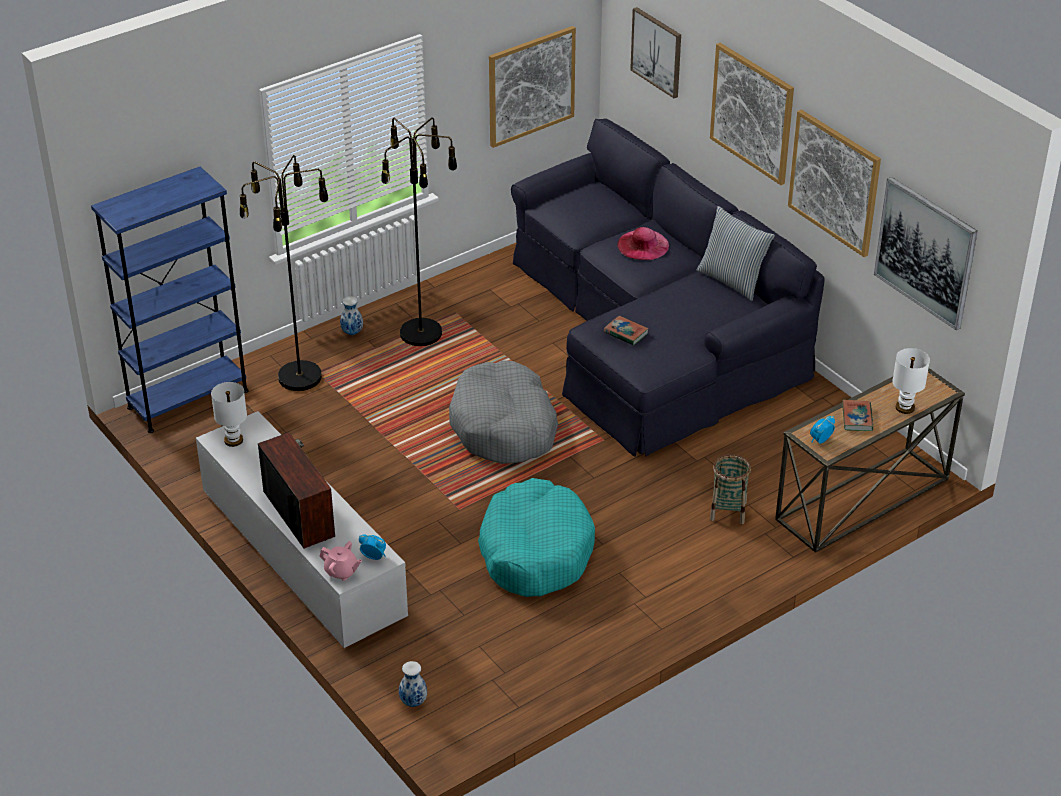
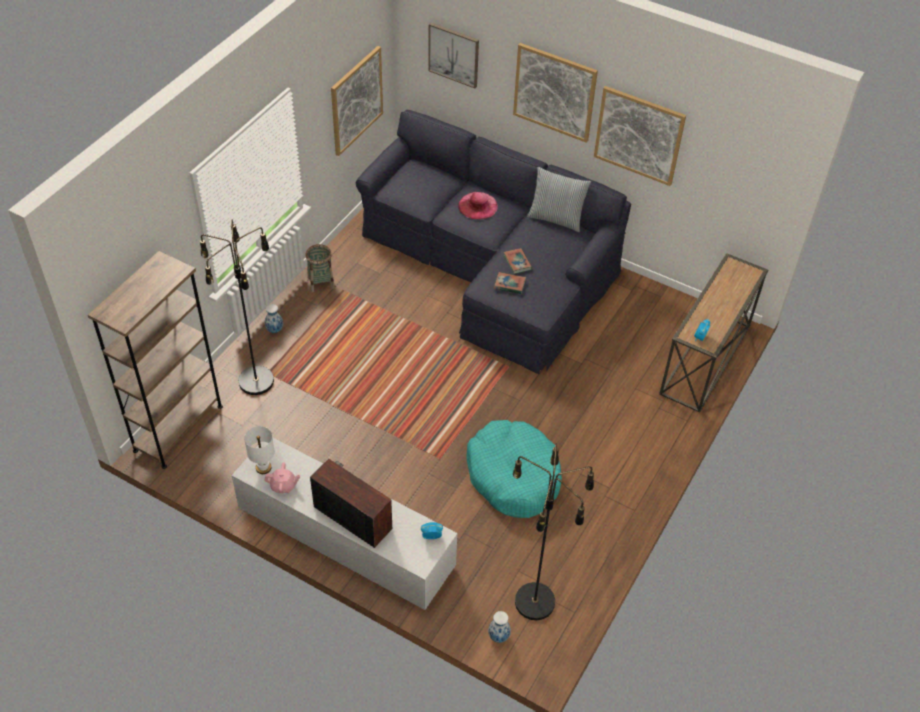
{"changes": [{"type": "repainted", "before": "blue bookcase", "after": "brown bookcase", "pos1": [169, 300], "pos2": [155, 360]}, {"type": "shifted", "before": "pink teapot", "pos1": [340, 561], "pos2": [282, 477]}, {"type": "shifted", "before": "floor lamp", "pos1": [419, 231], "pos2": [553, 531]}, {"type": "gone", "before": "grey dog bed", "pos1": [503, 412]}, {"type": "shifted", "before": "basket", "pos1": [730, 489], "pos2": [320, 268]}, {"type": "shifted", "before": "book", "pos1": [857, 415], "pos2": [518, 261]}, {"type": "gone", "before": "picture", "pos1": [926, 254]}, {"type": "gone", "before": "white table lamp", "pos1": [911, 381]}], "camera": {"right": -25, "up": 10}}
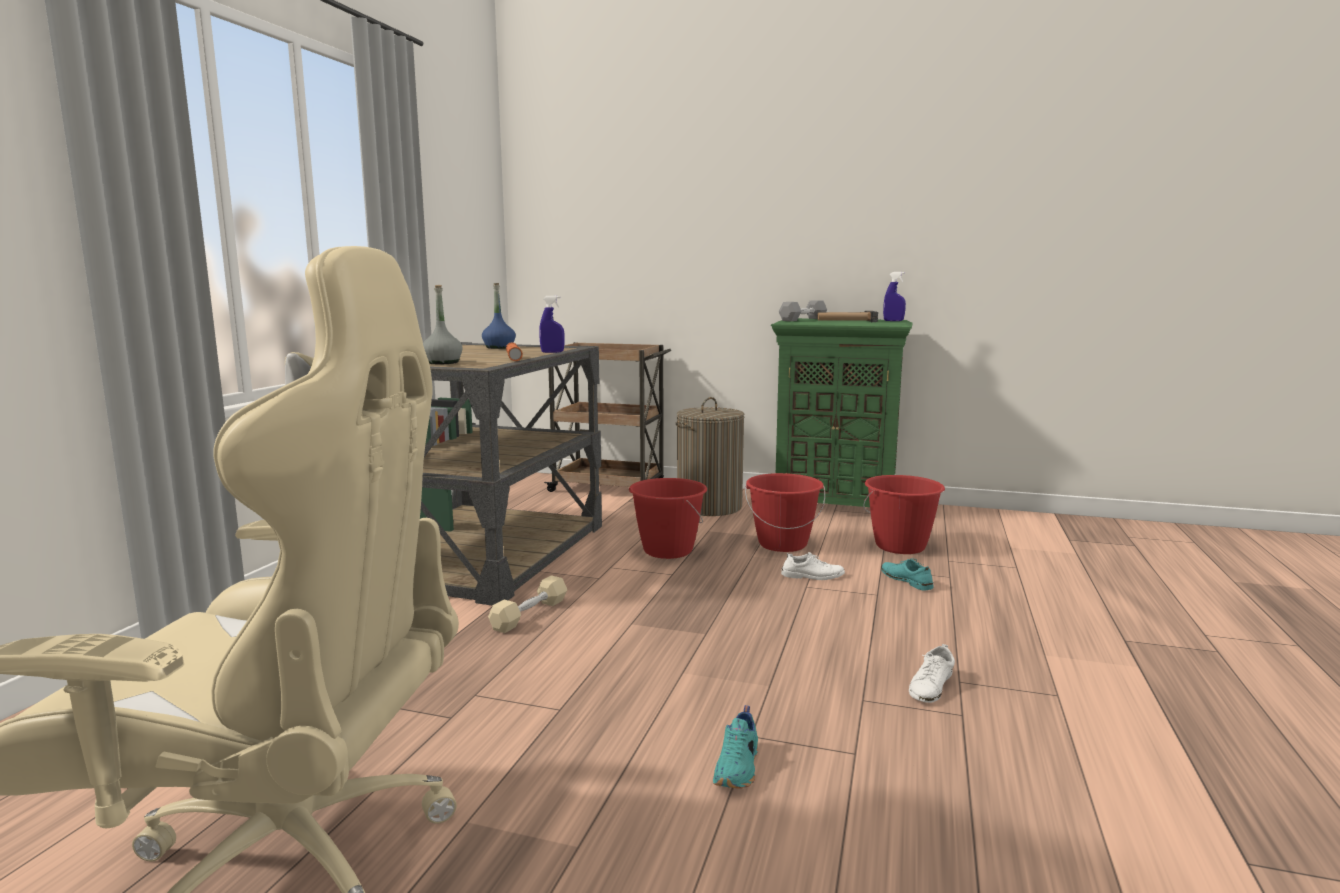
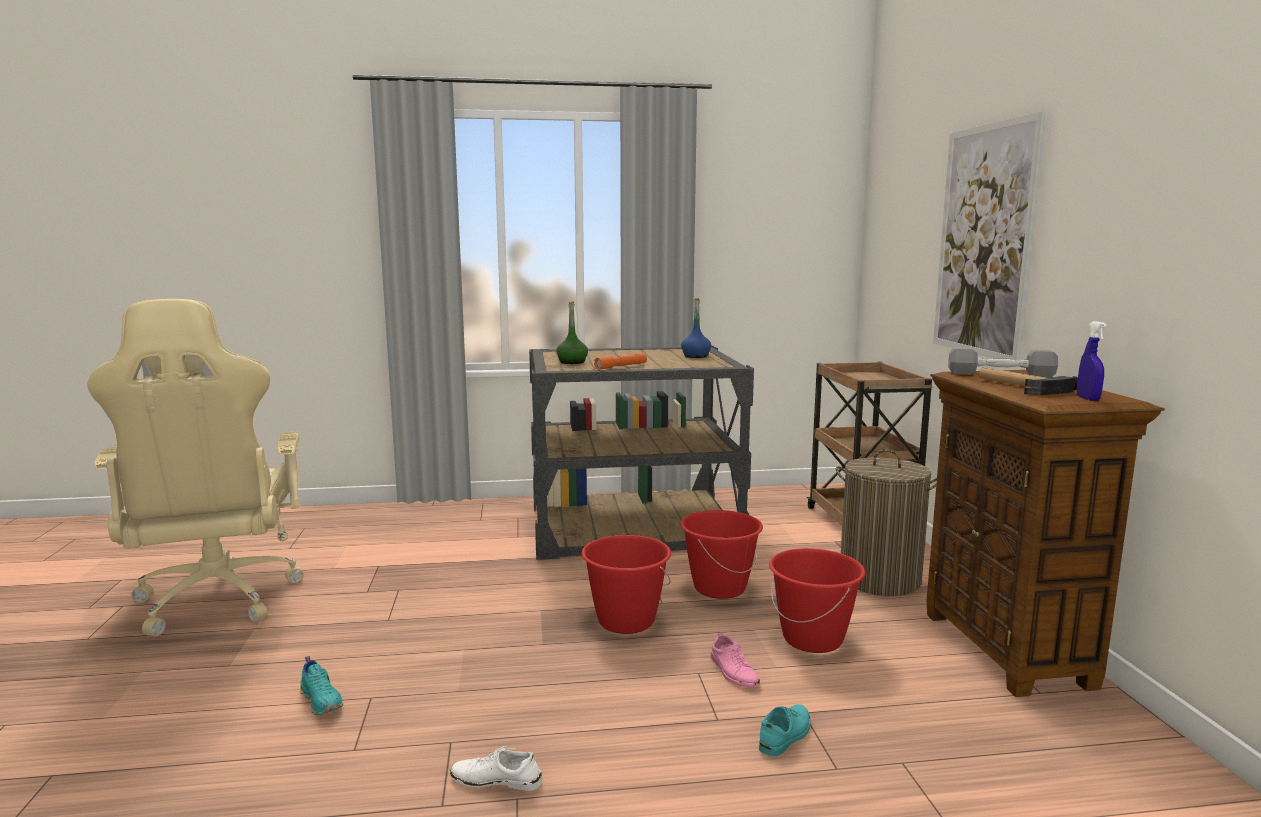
{"changes": [{"type": "repainted", "before": "grey bottle", "after": "green bottle", "pos1": [443, 324], "pos2": [572, 332]}, {"type": "gone", "before": "beige dumbbell", "pos1": [527, 604]}, {"type": "gone", "before": "blue spray bottle", "pos1": [552, 324]}, {"type": "rotated", "before": "turquoise shoe", "pos1": [735, 747], "pos2": [321, 685], "turn": -120}, {"type": "repainted", "before": "green cabinet", "after": "brown cabinet", "pos1": [842, 412], "pos2": [1046, 533]}, {"type": "repainted", "before": "white shoe", "after": "pink shoe", "pos1": [813, 566], "pos2": [735, 660]}, {"type": "shifted", "before": "red bucket", "pos1": [904, 514], "pos2": [626, 584]}, {"type": "new", "after": "picture", "pos2": [989, 236]}], "camera": {"right": 65, "up": 0}}
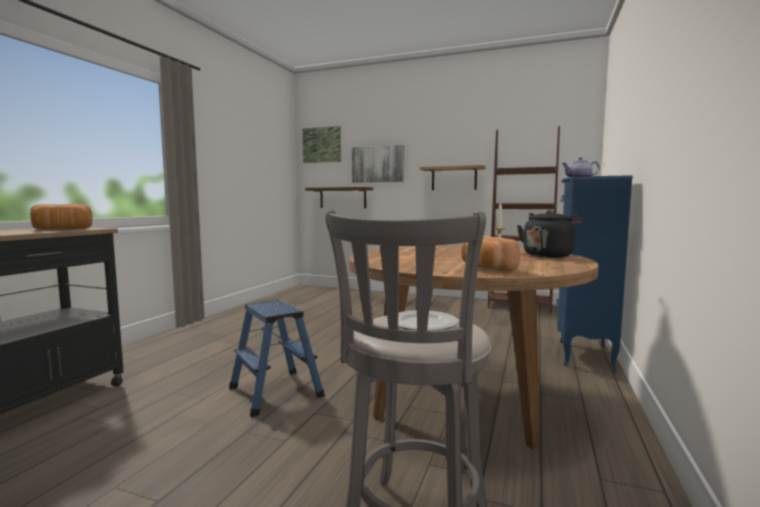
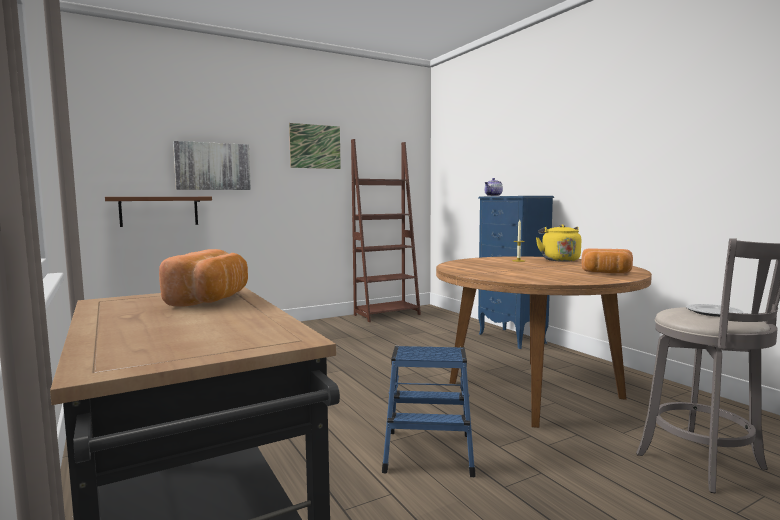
{"changes": [{"type": "shifted", "before": "picture", "pos1": [321, 144], "pos2": [315, 146]}, {"type": "gone", "before": "shelf", "pos1": [453, 177]}, {"type": "repainted", "before": "black kettle", "after": "yellow kettle", "pos1": [549, 234], "pos2": [558, 243]}], "camera": {"right": -50, "up": 0}}
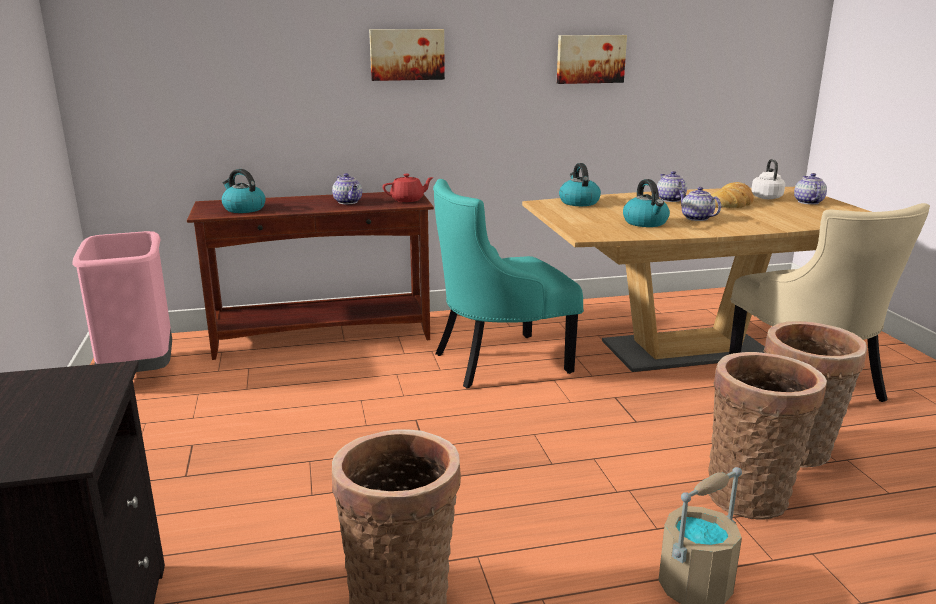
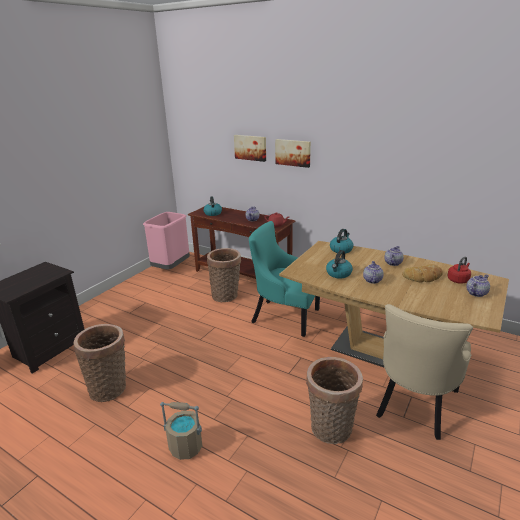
{"changes": [{"type": "shifted", "before": "picture", "pos1": [592, 59], "pos2": [250, 148]}, {"type": "shifted", "before": "basket", "pos1": [767, 436], "pos2": [224, 275]}, {"type": "repainted", "before": "white kettle", "after": "red kettle", "pos1": [768, 179], "pos2": [459, 270]}], "camera": {"right": 45, "up": 5}}
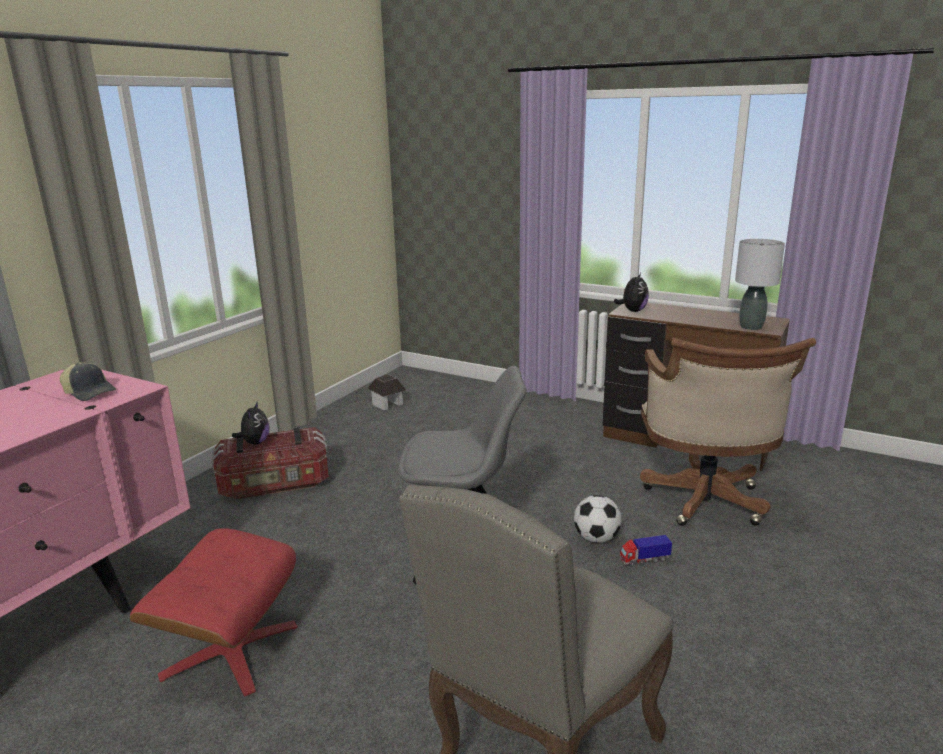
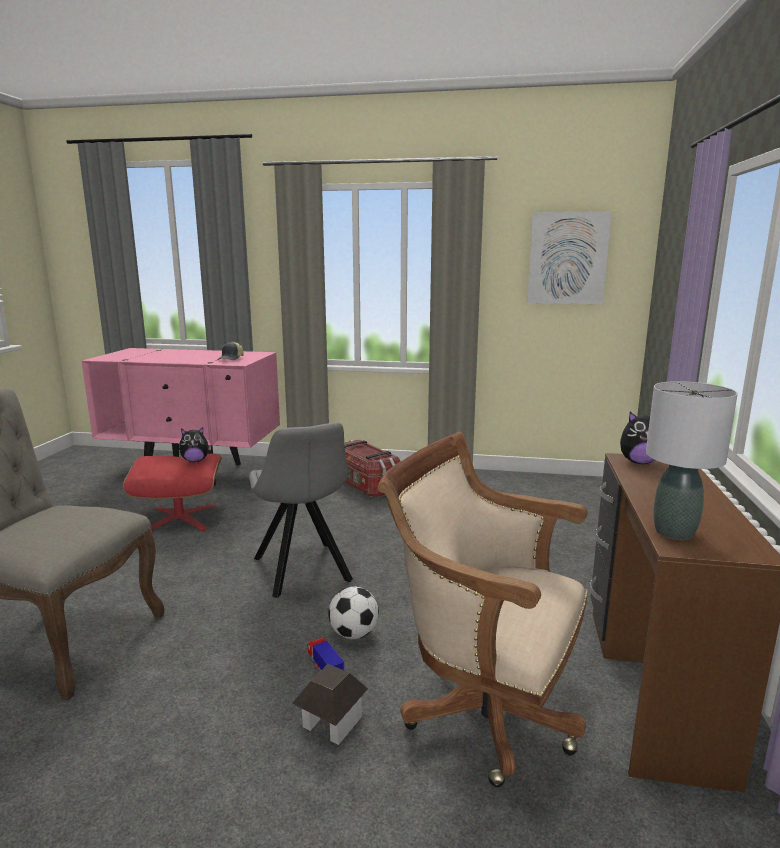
{"changes": [{"type": "shifted", "before": "plush toy", "pos1": [250, 423], "pos2": [195, 444]}, {"type": "shifted", "before": "toy house", "pos1": [386, 392], "pos2": [330, 704]}, {"type": "rotated", "before": "office chair", "pos1": [728, 432], "pos2": [483, 609], "turn": 45}, {"type": "new", "after": "picture", "pos2": [569, 257]}], "camera": {"right": 70, "up": -5}}
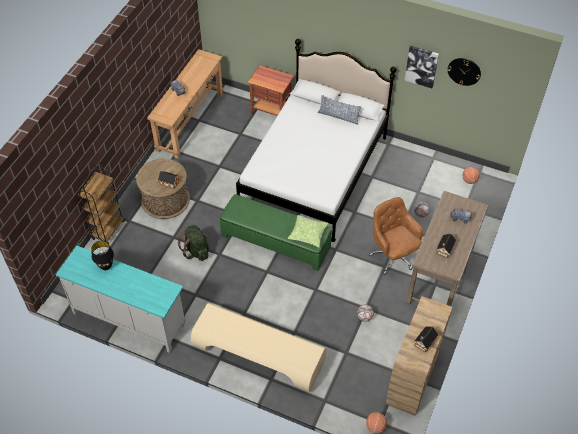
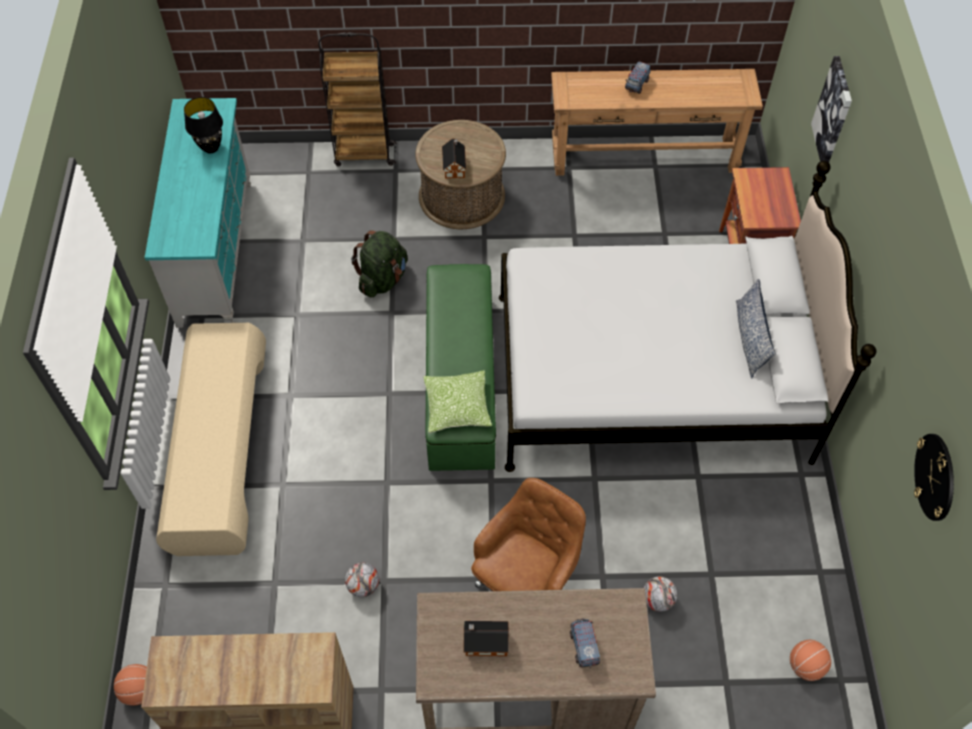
{"changes": [{"type": "shifted", "before": "picture", "pos1": [422, 67], "pos2": [831, 109]}, {"type": "gone", "before": "toy house", "pos1": [426, 339]}], "camera": {"right": 65, "up": 5}}
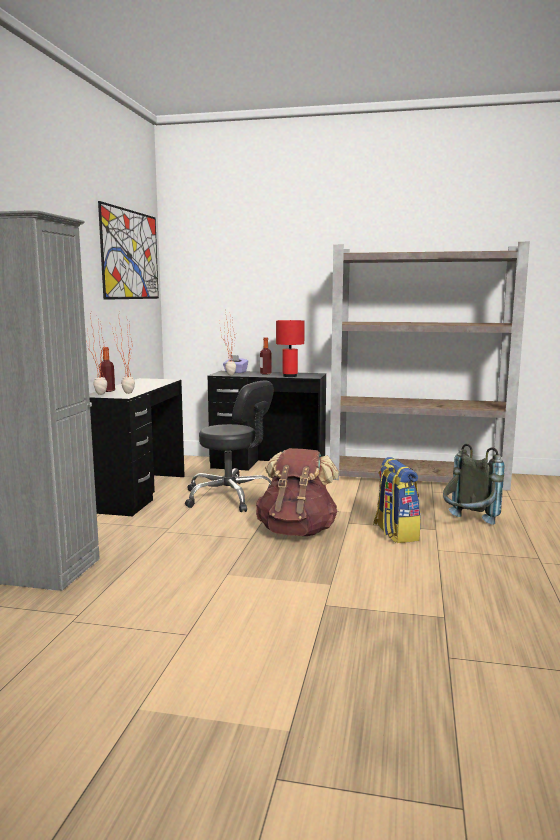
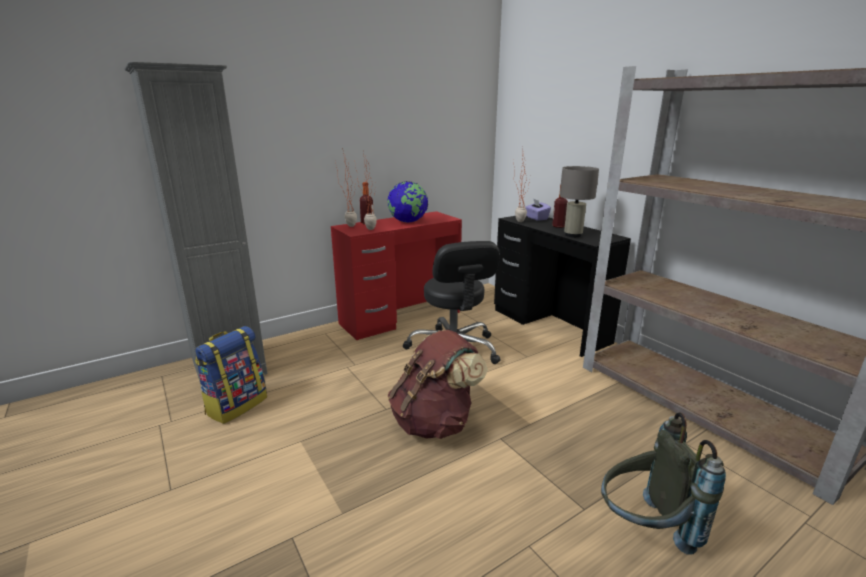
{"changes": [{"type": "repainted", "before": "black desk", "after": "red desk", "pos1": [137, 447], "pos2": [396, 275]}, {"type": "gone", "before": "picture", "pos1": [128, 250]}, {"type": "repainted", "before": "red table lamp", "after": "grey table lamp", "pos1": [290, 348], "pos2": [579, 201]}, {"type": "shifted", "before": "backpack", "pos1": [397, 500], "pos2": [231, 375]}, {"type": "new", "after": "globe", "pos2": [408, 202]}], "camera": {"right": 45, "up": 10}}
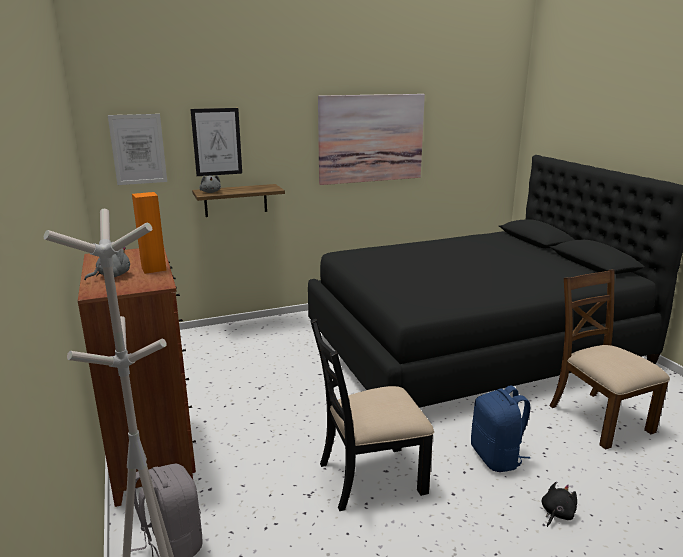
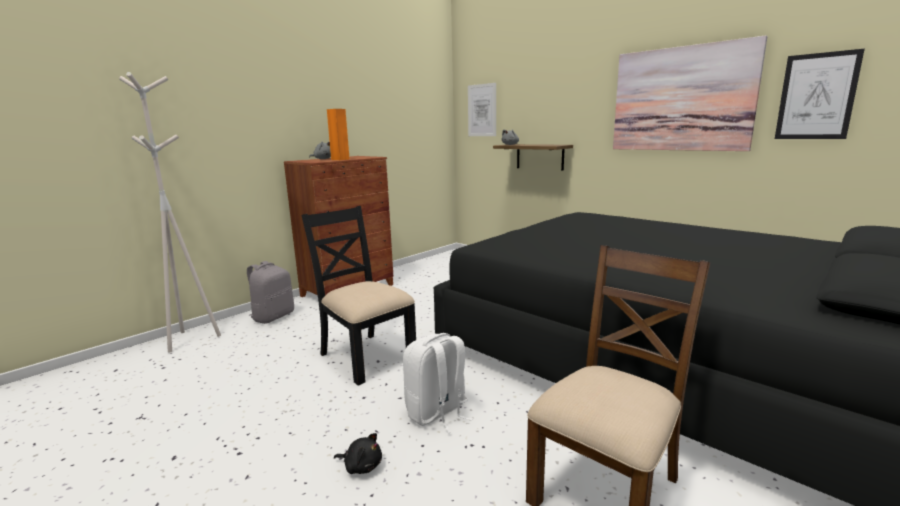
{"changes": [{"type": "shifted", "before": "picture", "pos1": [216, 142], "pos2": [820, 94]}, {"type": "repainted", "before": "blue backpack", "after": "white backpack", "pos1": [501, 429], "pos2": [438, 383]}], "camera": {"right": 65, "up": -5}}
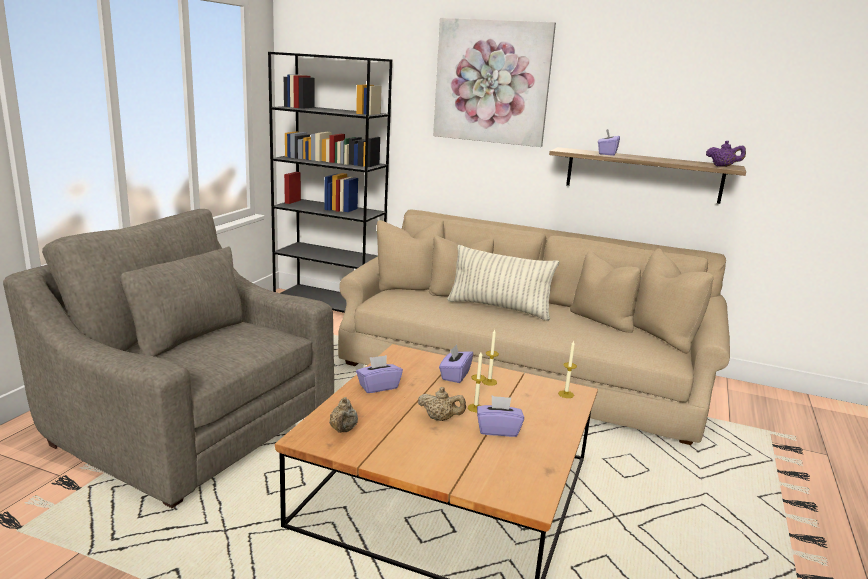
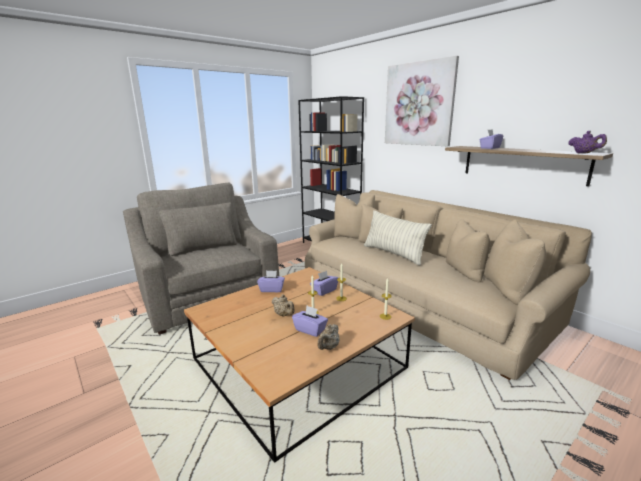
{"changes": [{"type": "shifted", "before": "beige teapot", "pos1": [343, 415], "pos2": [328, 337]}], "camera": {"right": 30, "up": 0}}
